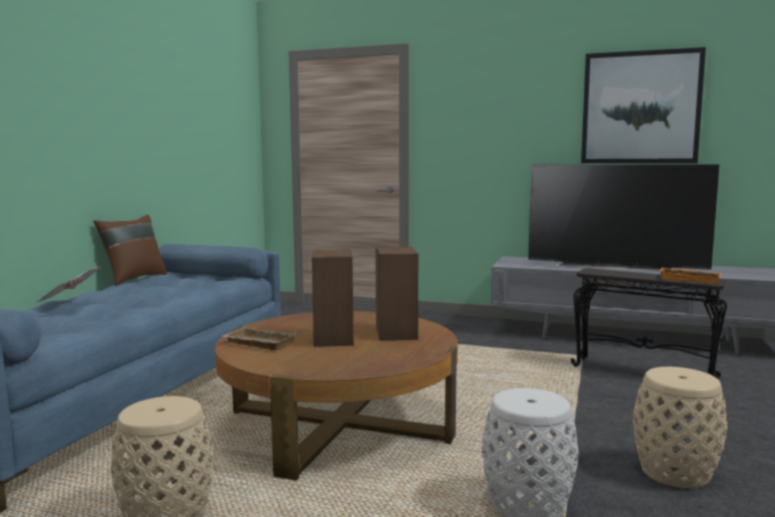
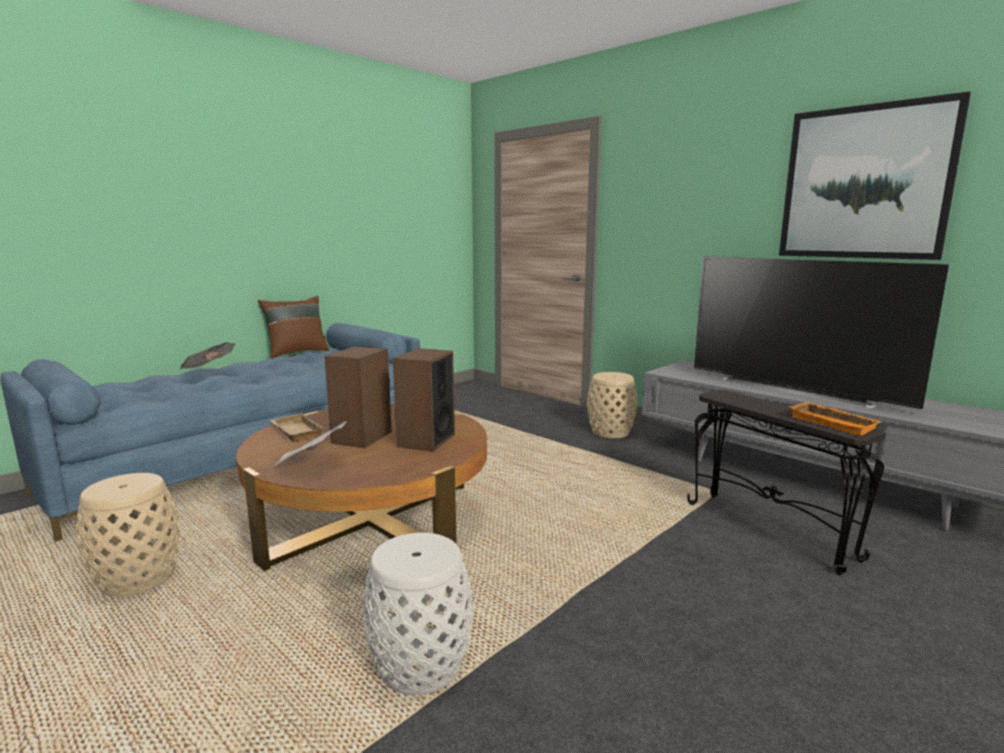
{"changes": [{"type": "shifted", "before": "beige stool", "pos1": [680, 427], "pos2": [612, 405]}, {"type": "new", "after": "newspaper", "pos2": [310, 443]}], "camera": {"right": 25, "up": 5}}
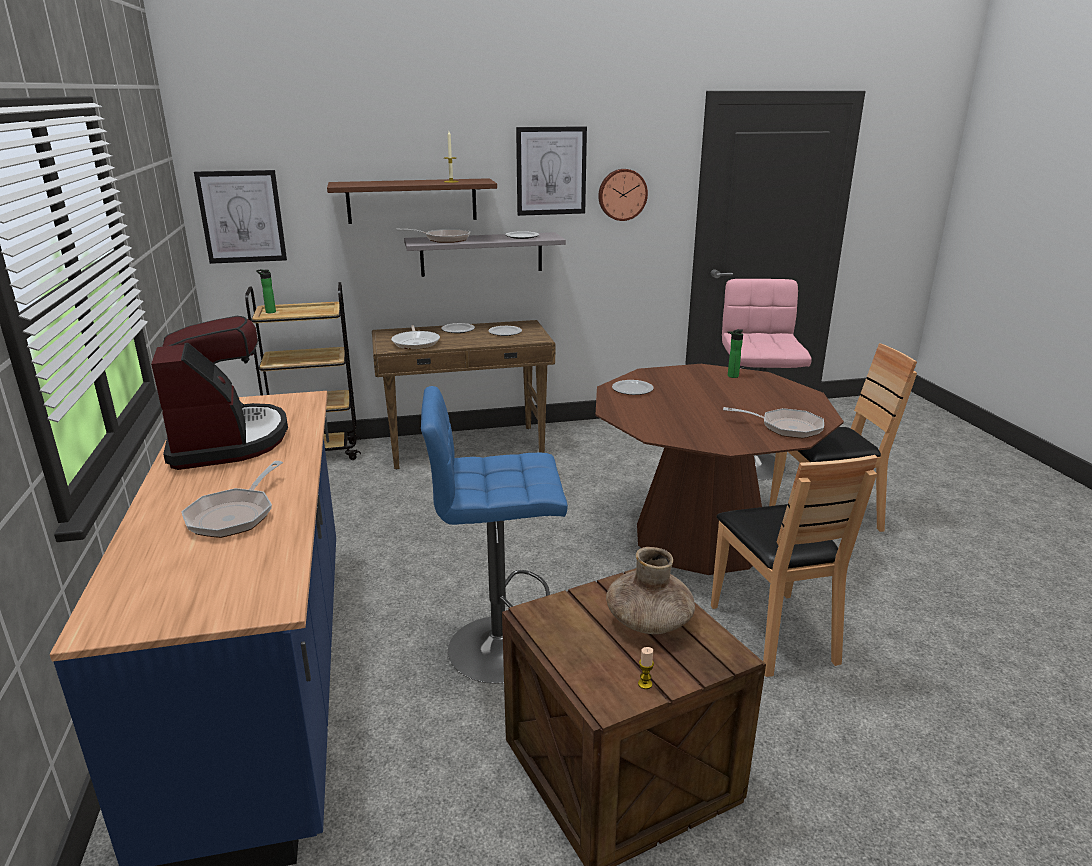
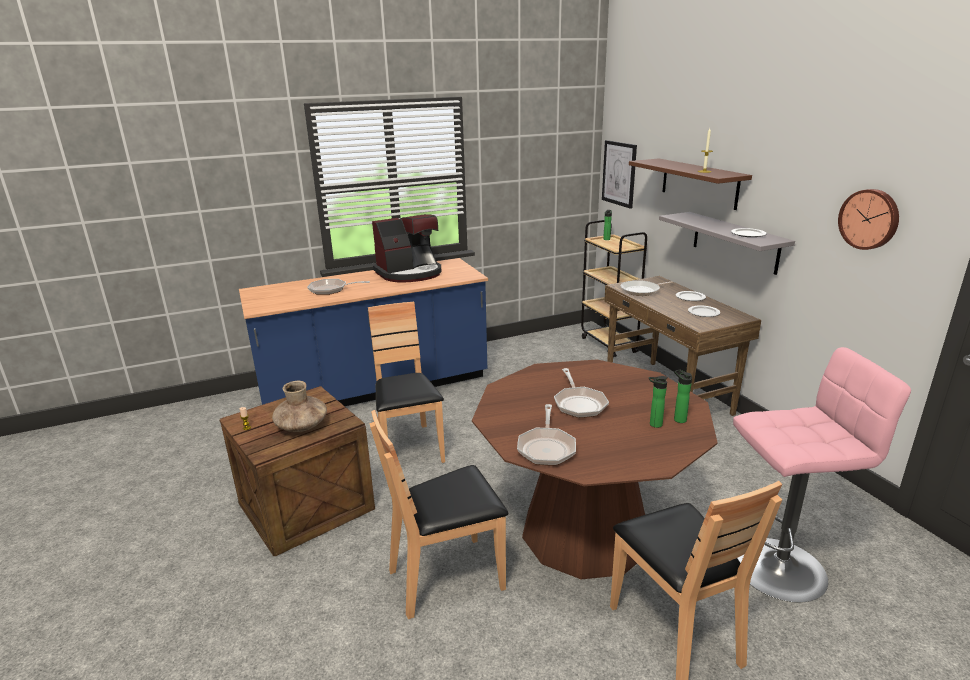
{"changes": [{"type": "shifted", "before": "frying pan", "pos1": [433, 235], "pos2": [581, 393]}, {"type": "swapped", "before": "blue stool", "after": "brown chair", "pos1": [494, 534], "pos2": [406, 382]}, {"type": "gone", "before": "picture", "pos1": [551, 171]}, {"type": "gone", "before": "plate", "pos1": [633, 387]}, {"type": "new", "after": "bottle", "pos2": [658, 402]}], "camera": {"right": 80, "up": 0}}
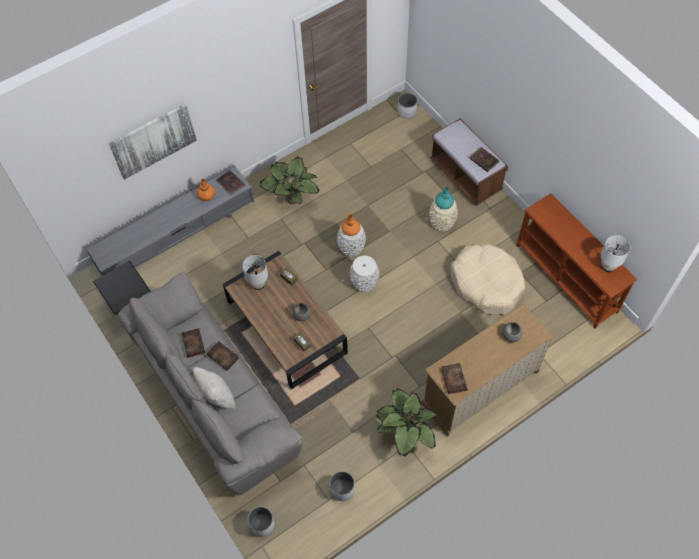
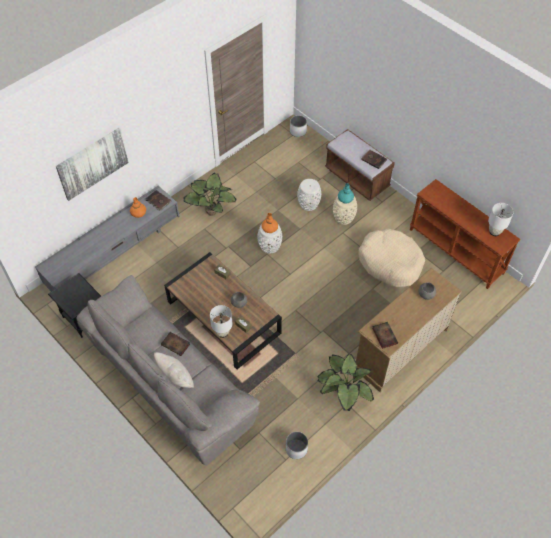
{"changes": [{"type": "gone", "before": "book", "pos1": [193, 343]}, {"type": "shifted", "before": "white table lamp", "pos1": [255, 272], "pos2": [221, 321]}, {"type": "gone", "before": "white planter", "pos1": [261, 522]}, {"type": "shifted", "before": "white stool", "pos1": [364, 273], "pos2": [309, 195]}], "camera": {"right": -10, "up": -5}}
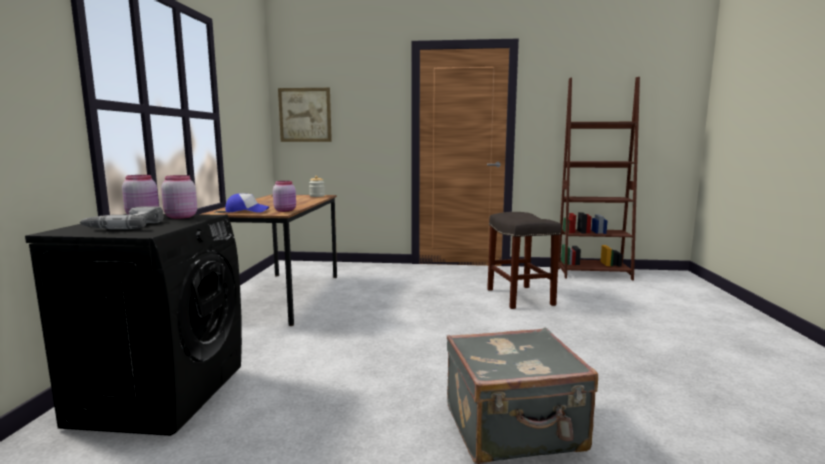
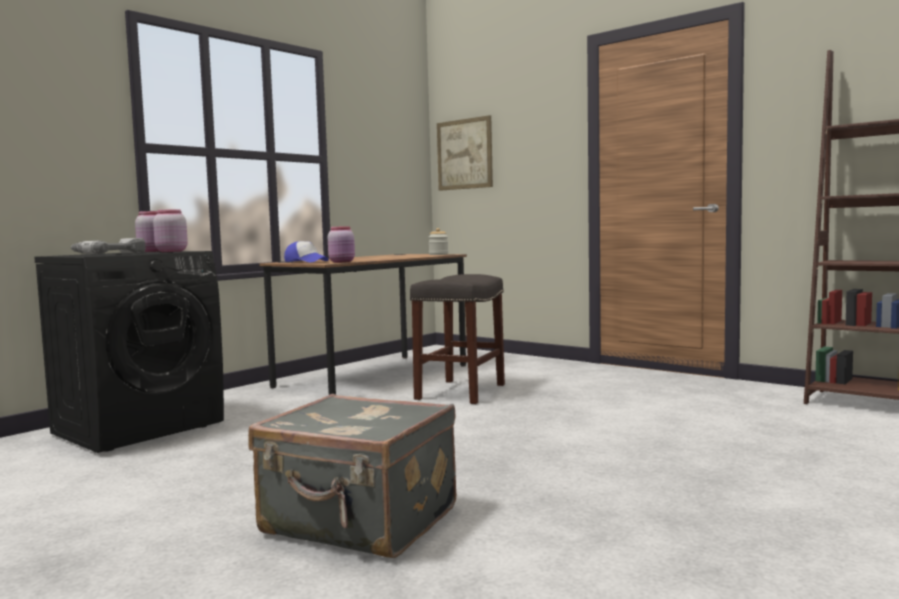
{"changes": [{"type": "shifted", "before": "grey stool", "pos1": [524, 260], "pos2": [457, 339]}], "camera": {"right": 35, "up": -5}}
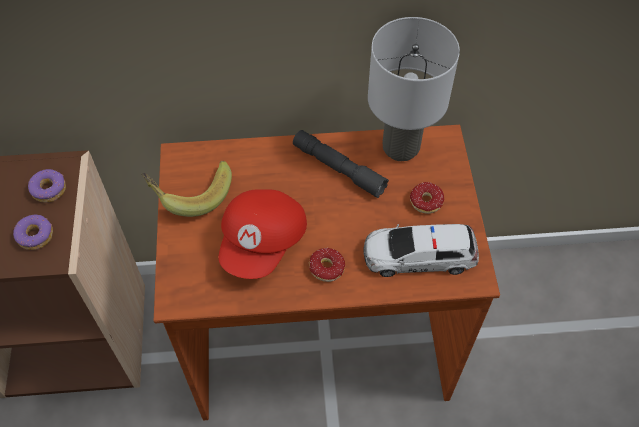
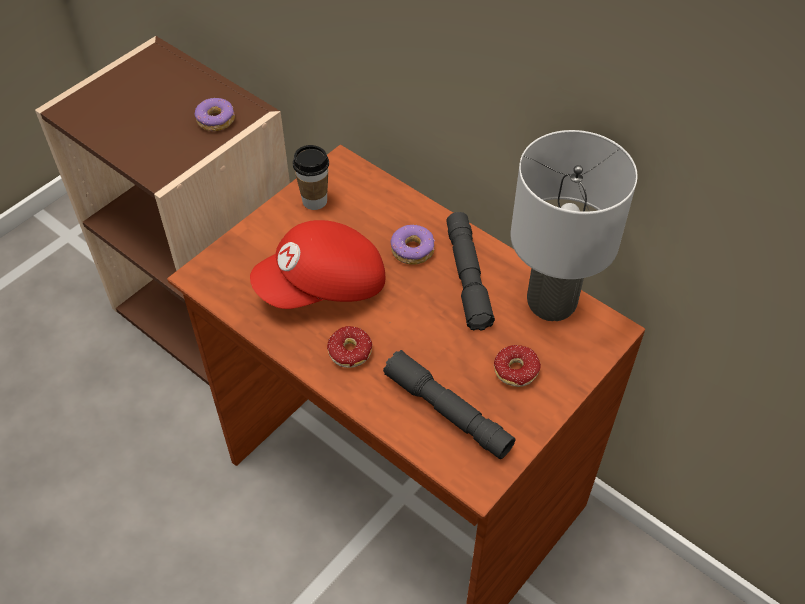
{"changes": [{"type": "shifted", "before": "donut", "pos1": [33, 232], "pos2": [413, 244]}, {"type": "swapped", "before": "banana", "after": "cup", "pos1": [186, 189], "pos2": [311, 177]}, {"type": "swapped", "before": "toy car", "after": "grey flashlight", "pos1": [421, 250], "pos2": [449, 404]}], "camera": {"right": 45, "up": -5}}
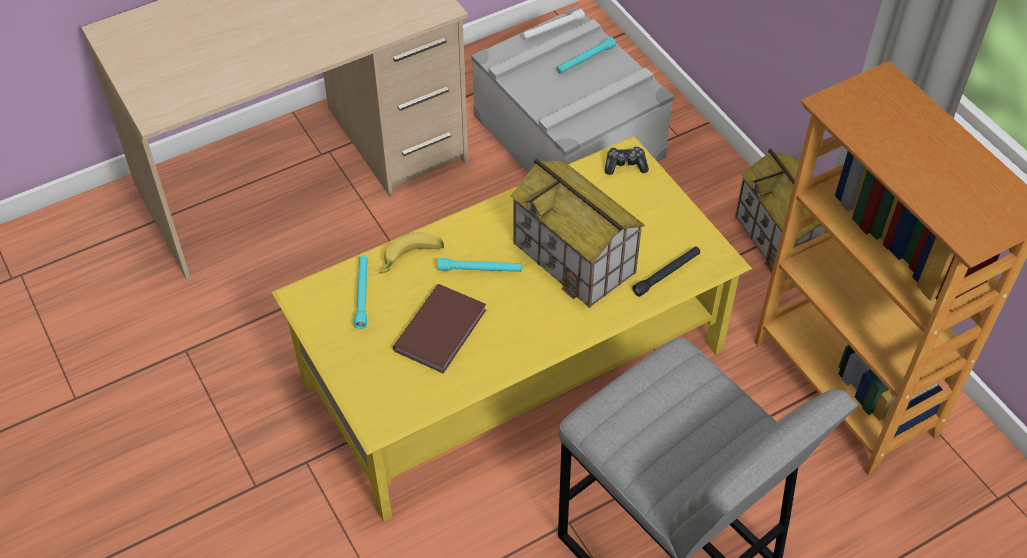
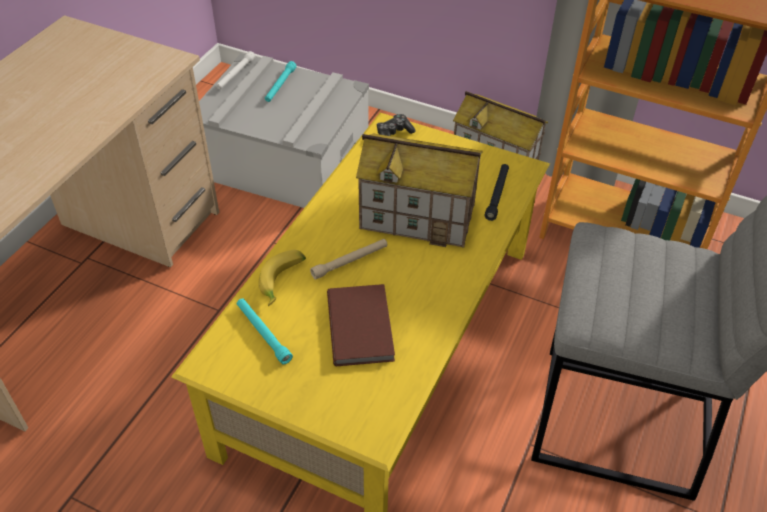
{"changes": [{"type": "repainted", "before": "turquoise flashlight", "after": "beige flashlight", "pos1": [480, 265], "pos2": [348, 259]}], "camera": {"right": -35, "up": -5}}
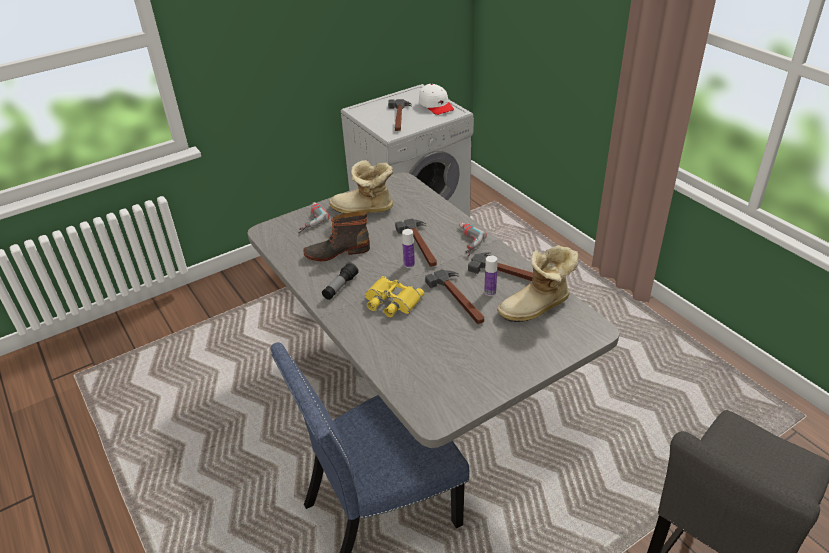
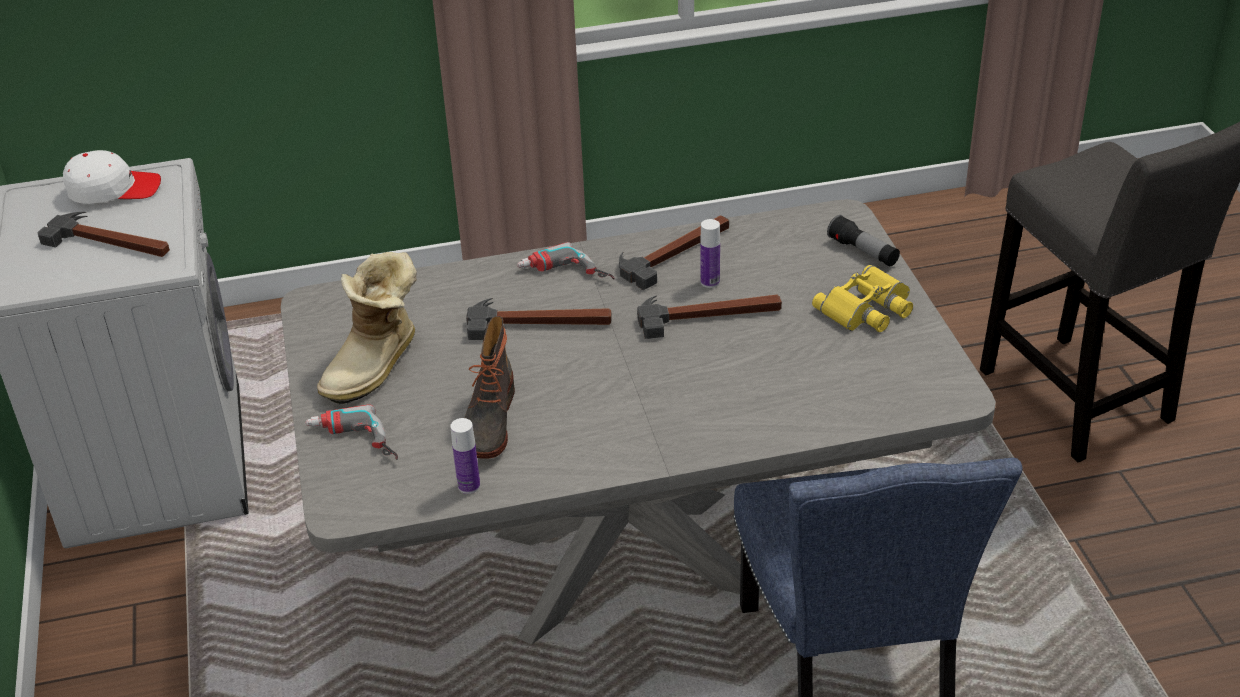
{"changes": [{"type": "shifted", "before": "flashlight", "pos1": [340, 281], "pos2": [863, 240]}, {"type": "shifted", "before": "yellow binoculars", "pos1": [394, 296], "pos2": [862, 298]}, {"type": "shifted", "before": "bottle", "pos1": [408, 248], "pos2": [465, 456]}, {"type": "gone", "before": "boot", "pos1": [537, 283]}], "camera": {"right": -70, "up": 0}}
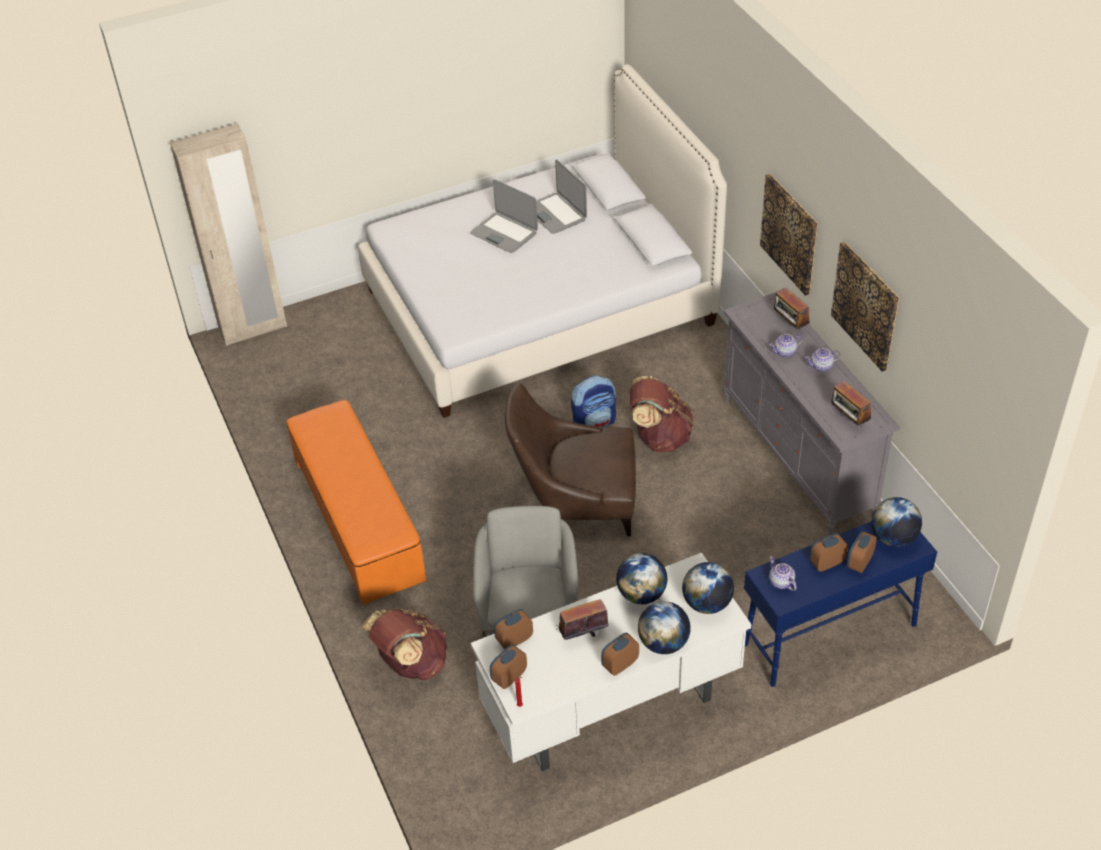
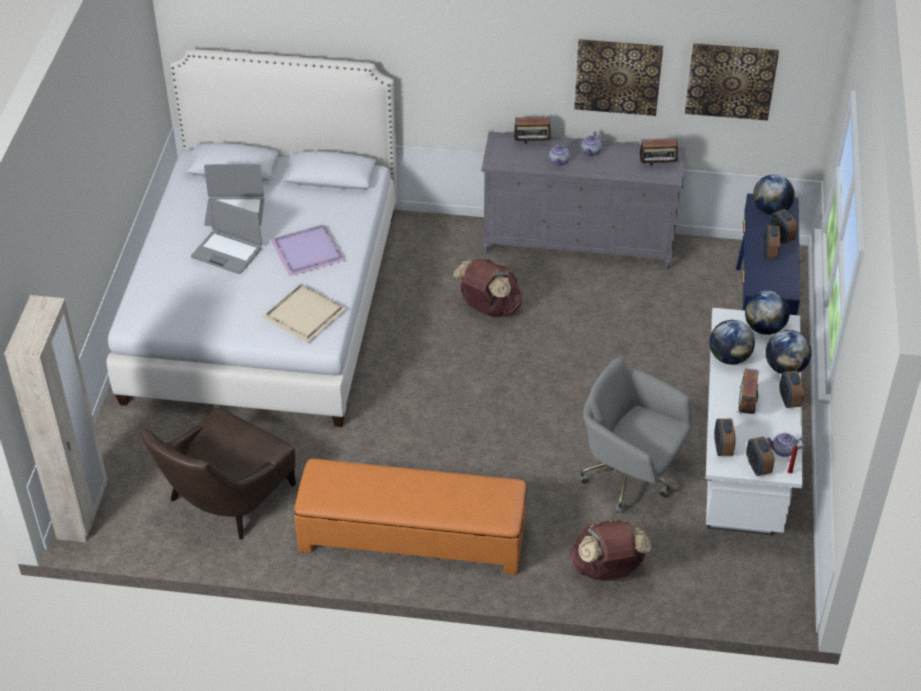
{"changes": [{"type": "rotated", "before": "laptop", "pos1": [504, 216], "pos2": [226, 236], "turn": 45}, {"type": "shifted", "before": "brown armchair", "pos1": [570, 459], "pos2": [218, 473]}, {"type": "gone", "before": "backpack", "pos1": [593, 402]}, {"type": "shifted", "before": "picture", "pos1": [789, 235], "pos2": [732, 82]}, {"type": "shifted", "before": "teapot", "pos1": [783, 573], "pos2": [785, 445]}, {"type": "new", "after": "beige tray", "pos2": [304, 313]}, {"type": "new", "after": "purple tray", "pos2": [308, 250]}], "camera": {"right": -60, "up": 0}}
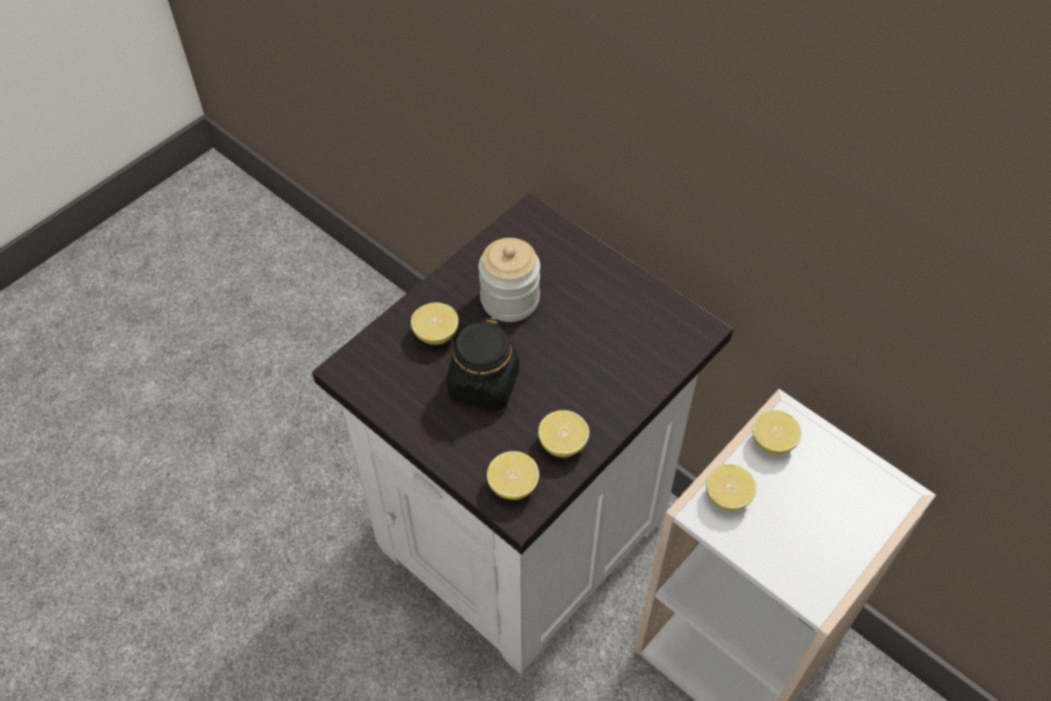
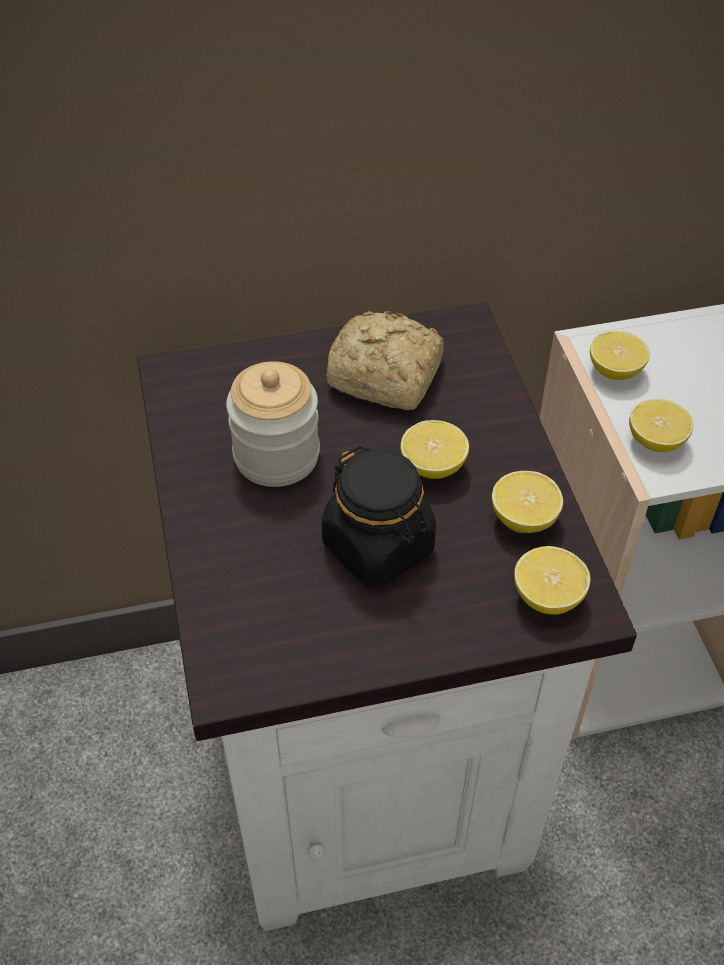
{"changes": [{"type": "shifted", "before": "lemon", "pos1": [435, 323], "pos2": [434, 449]}, {"type": "new", "after": "bread", "pos2": [385, 360]}], "camera": {"right": -55, "up": -5}}
